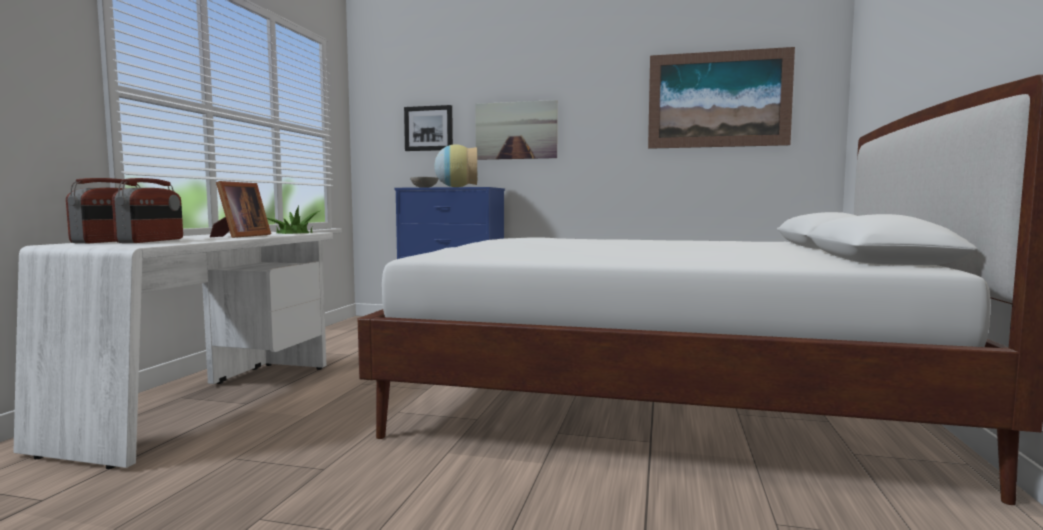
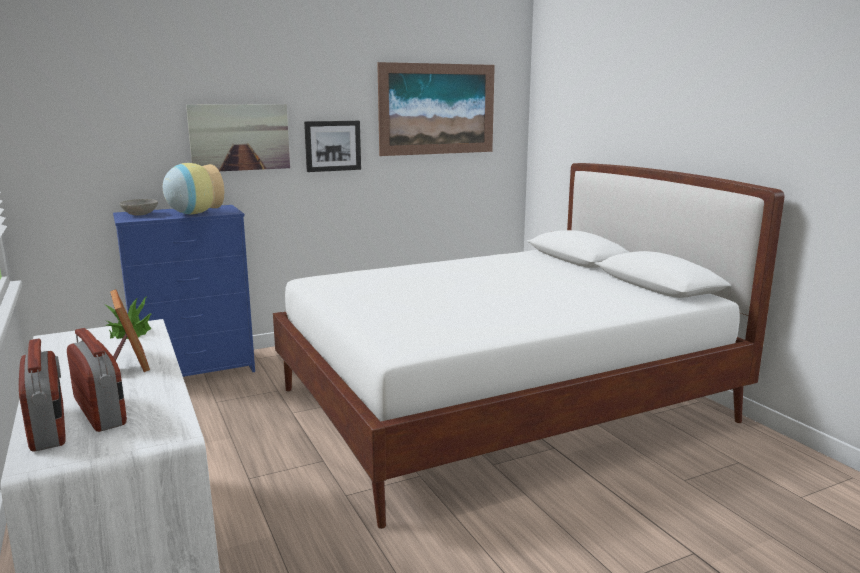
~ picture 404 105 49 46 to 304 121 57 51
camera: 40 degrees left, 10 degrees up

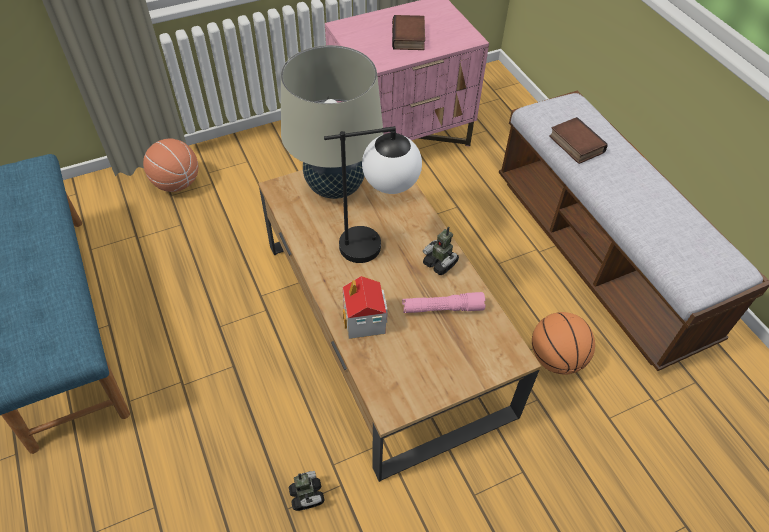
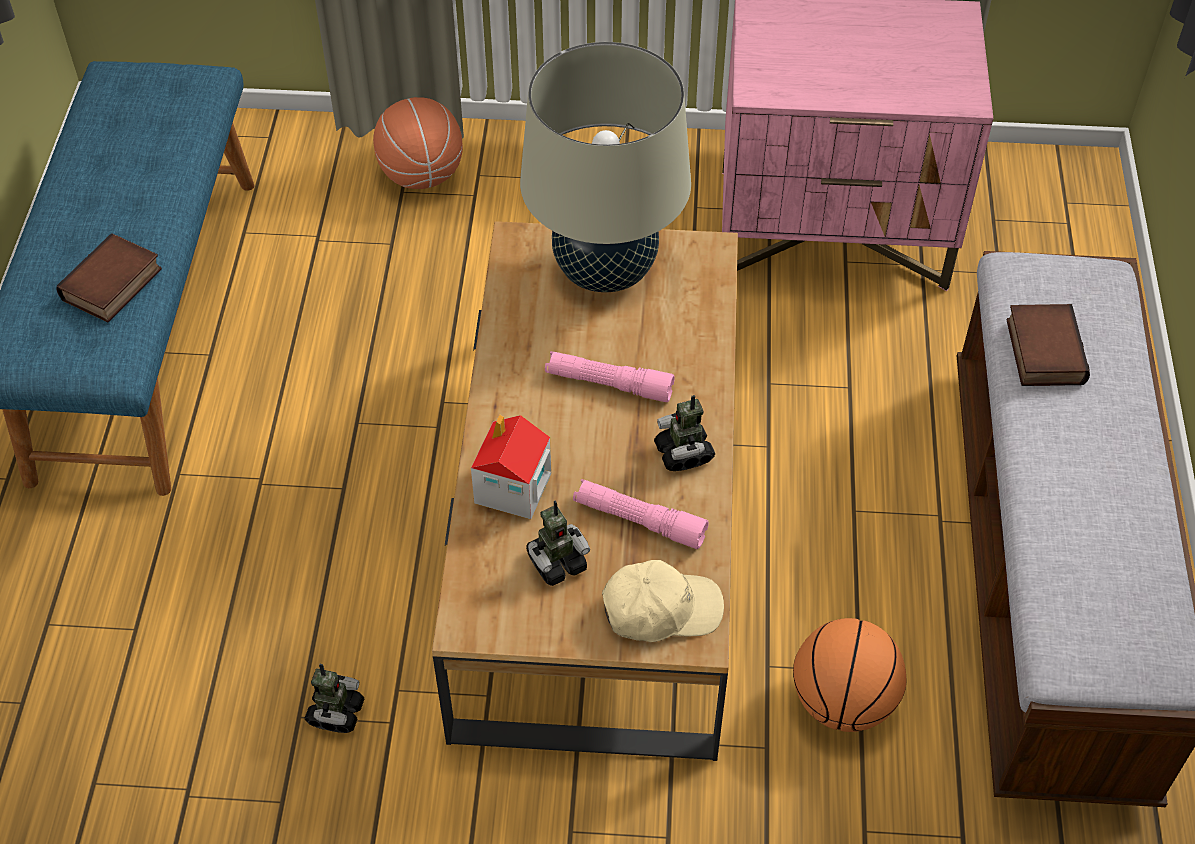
~ book 392 15 33 35 to 56 233 106 90
+ toy robot 526 500 64 86
~ table lamp 324 126 98 137 to pink flashlight 545 351 130 51
+ beige cap 602 560 122 82
camera: 30 degrees right, 0 degrees up

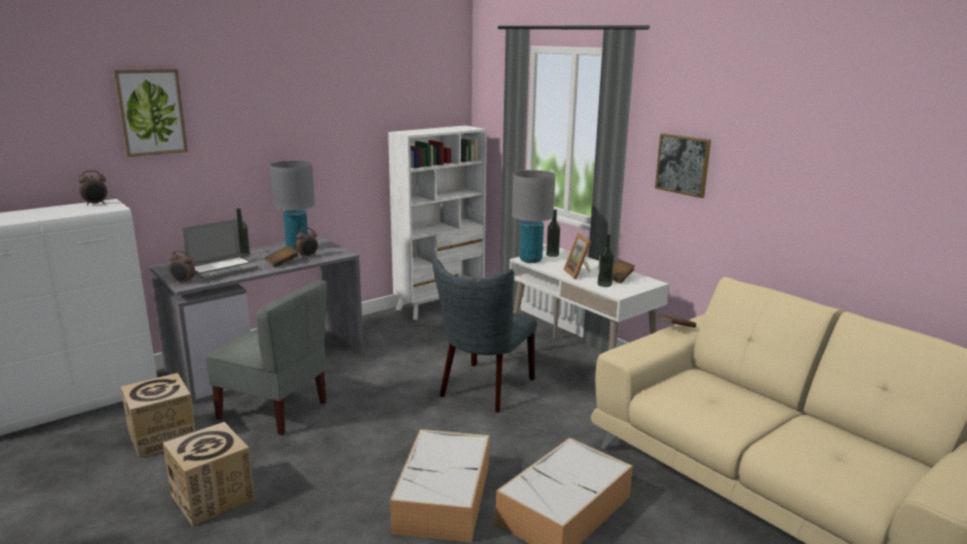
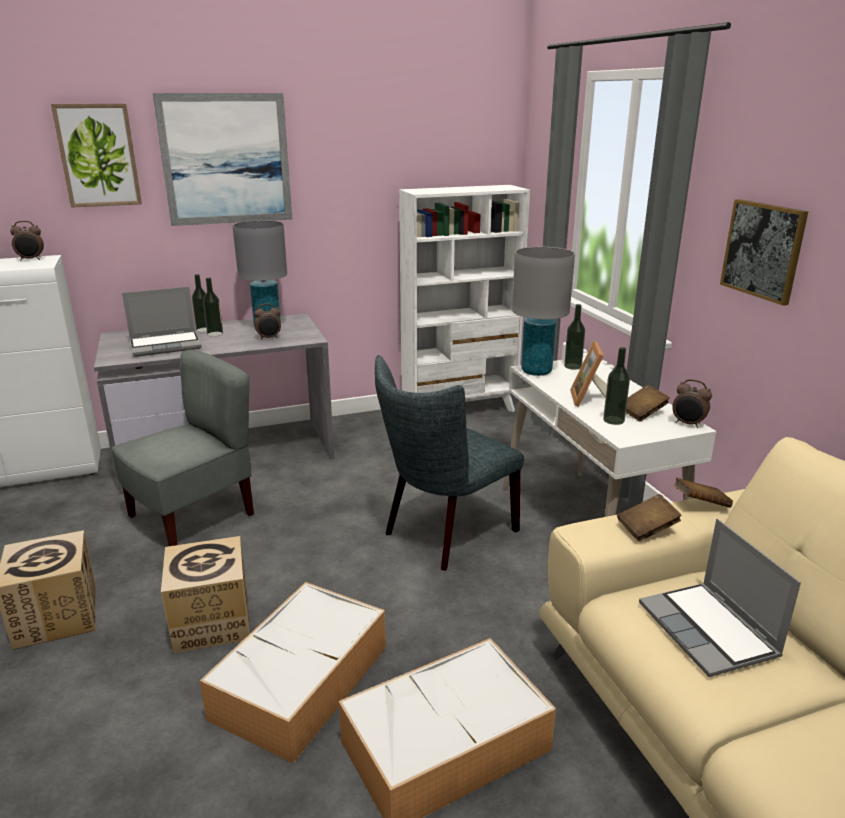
~ grey chair 206 280 121 155 = 112 350 142 196 90 degrees counterclockwise
+ picture 153 93 139 133
~ cardboard box 121 373 75 85 to 161 536 89 117
+ bottle 203 278 20 59
~ brown book 265 245 34 23 to 617 494 65 48
+ laptop 639 519 162 158
~ alarm clock 169 251 26 33 to 672 379 40 49
camera: 20 degrees right, 5 degrees up

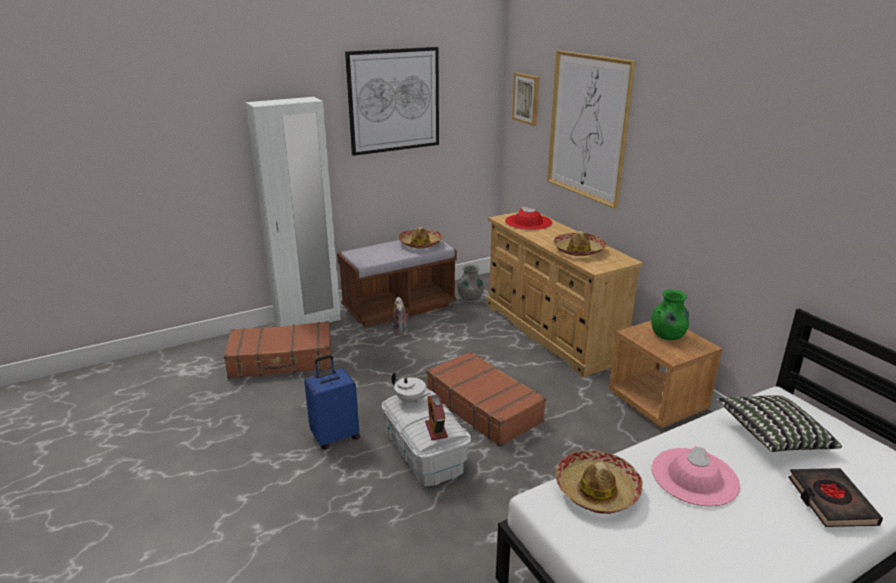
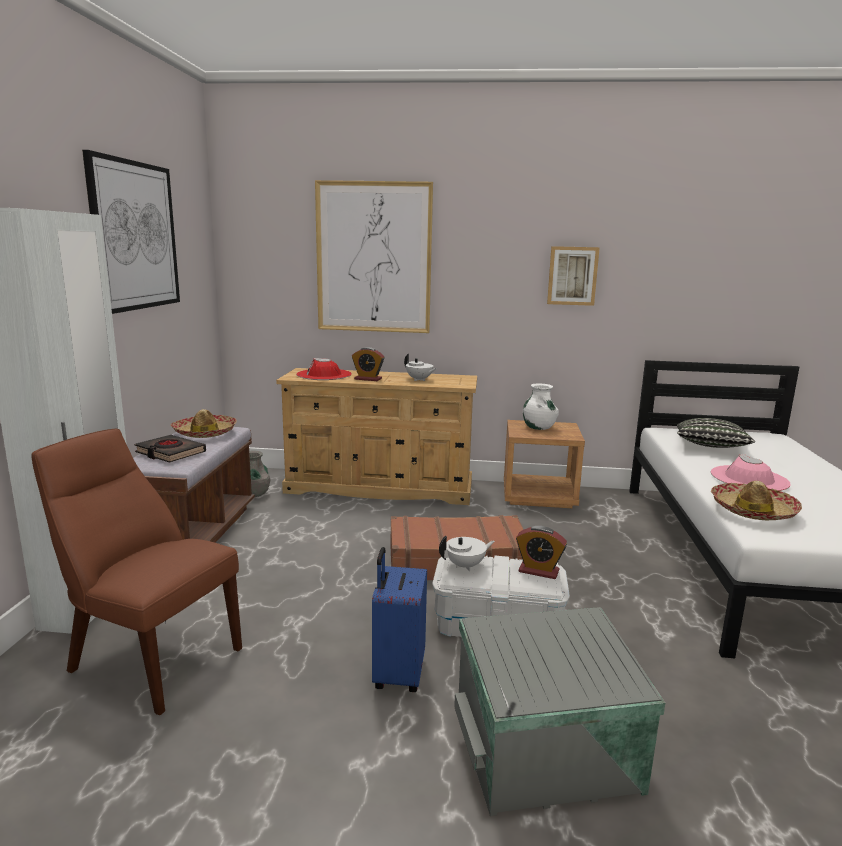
~ brown suitcase 224 321 108 58 to brown chair 31 429 211 286
~ black book 788 468 95 59 to 134 435 72 27
+ alarm clock 352 347 32 34
~ hat 554 231 53 25 to white teapot 404 354 33 27
+ grey storage box 454 607 211 209
~ green vase 651 290 38 50 to white vase 523 383 36 47
~ picture 512 73 27 53 to 547 246 53 60
- plush toy 392 297 17 38
camera: 55 degrees left, 10 degrees down

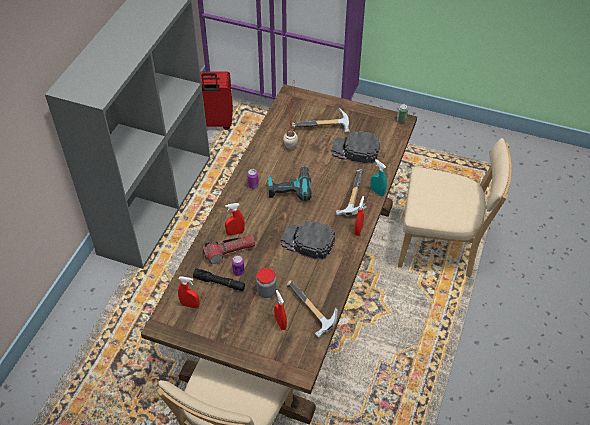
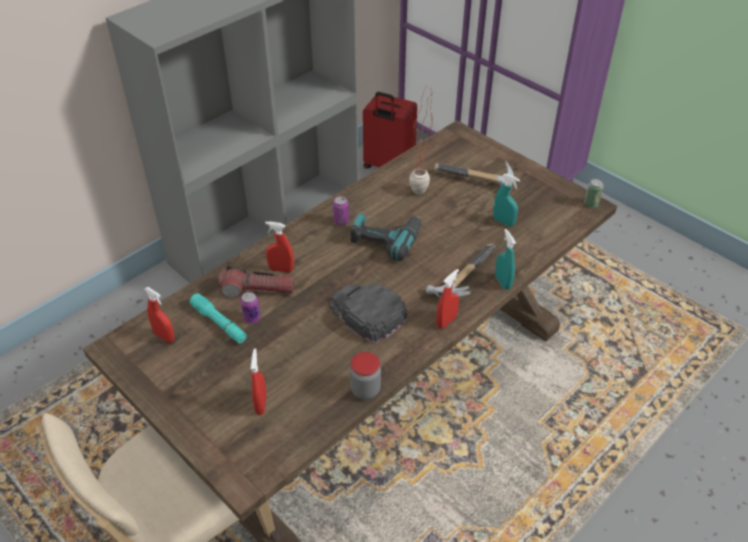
~ black flashlight 193 269 52 22 to turquoise flashlight 190 293 57 50
~ jar 256 268 20 30 to 350 352 31 48
~ black cap 331 131 49 33 to turquoise spray bottle 493 174 27 52
- hammer 287 280 51 58
- beige chair 398 138 114 140
camera: 25 degrees right, 5 degrees down

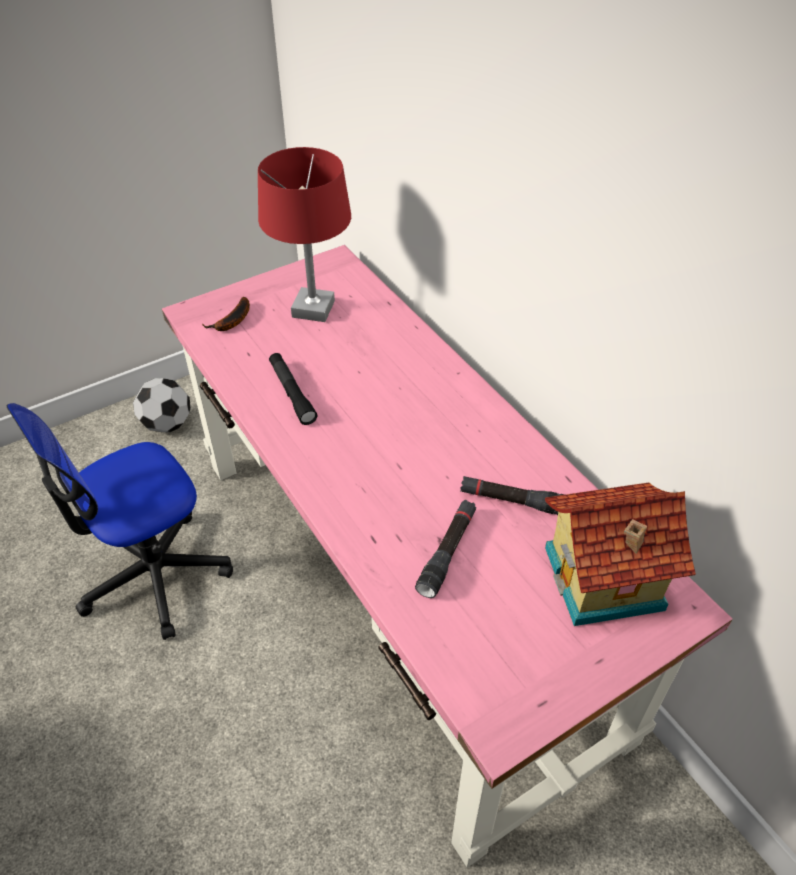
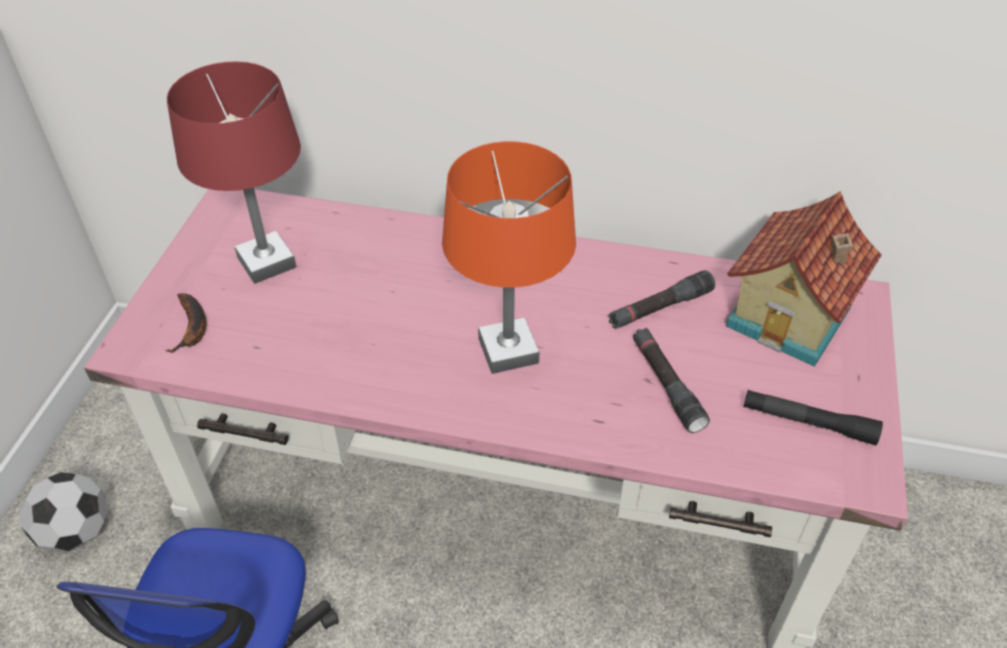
+ orange table lamp 442 141 134 233
~ black flashlight 269 353 48 72 to 744 390 139 55
camera: 45 degrees left, 0 degrees up

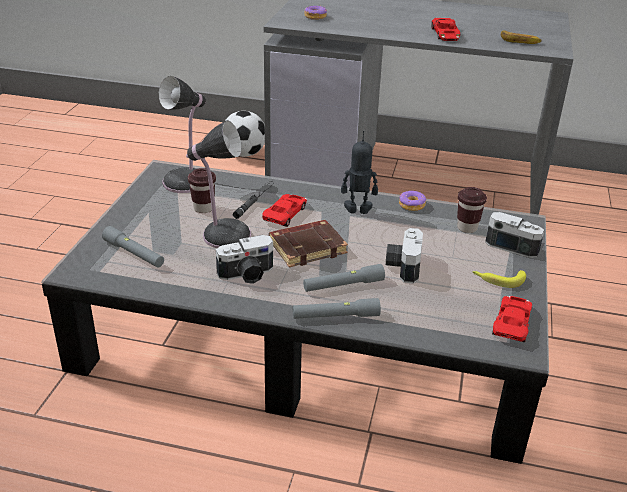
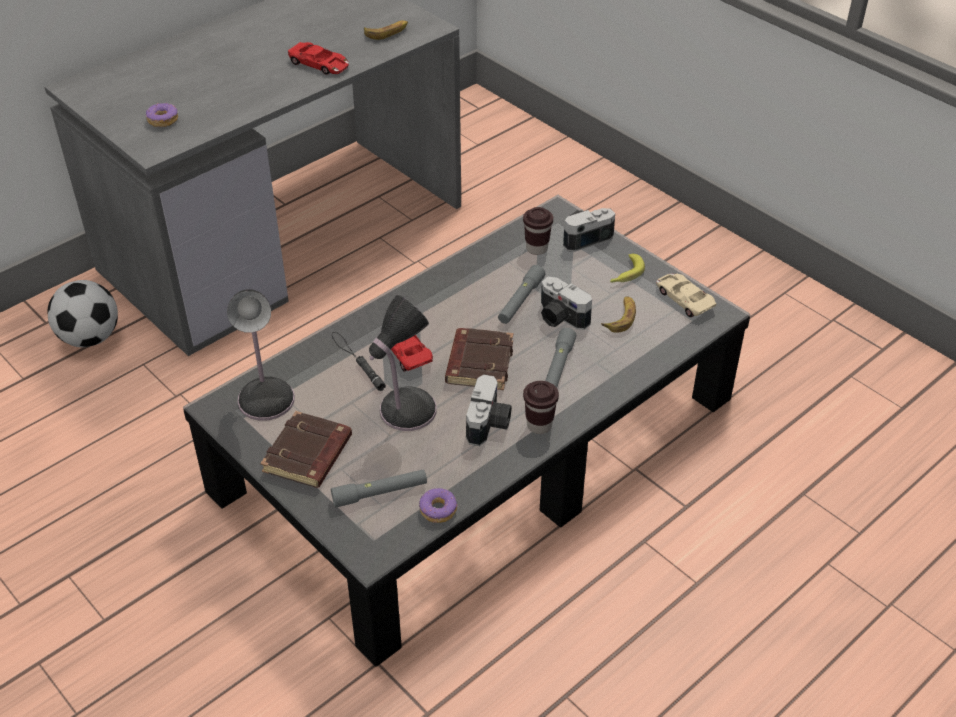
+ brown book 260 411 92 77
~ donut 399 191 27 20 to 419 488 38 35
~ grey flashlight 293 298 88 21 to 498 265 47 59
~ brown cup 188 168 28 45 to 523 381 36 53
+ banana 601 296 35 37
~ red toy car 492 296 40 46 to beige toy car 656 274 61 43
- toy robot 341 131 37 83
camera: 55 degrees left, 10 degrees up

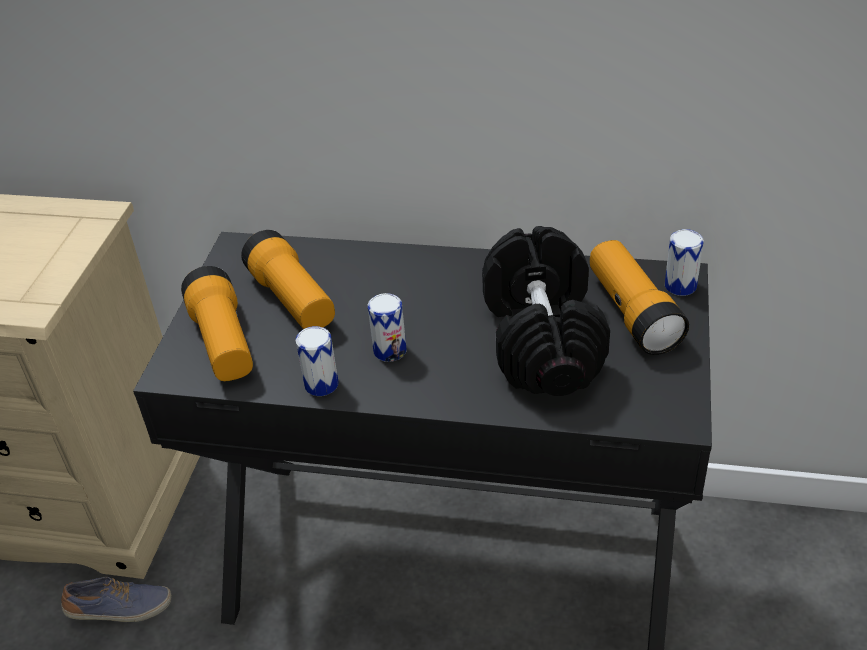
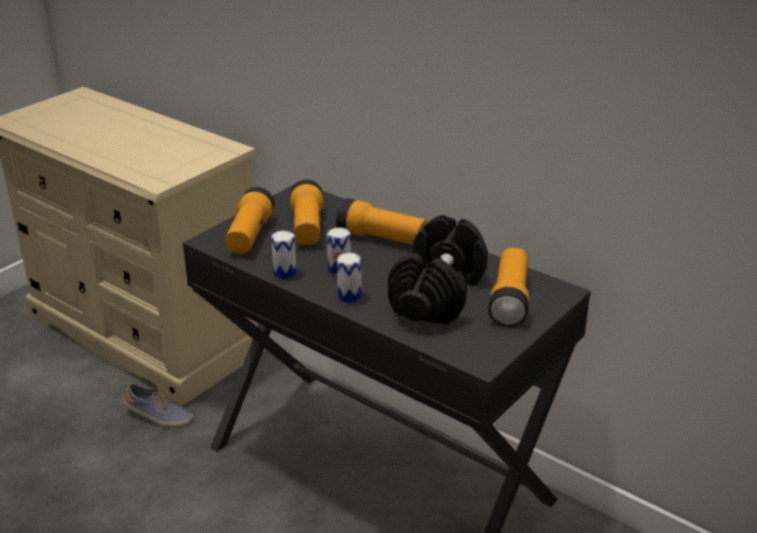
+ flashlight 336 198 91 47
~ can 665 229 39 67 to 337 252 25 51
camera: 25 degrees right, 10 degrees down

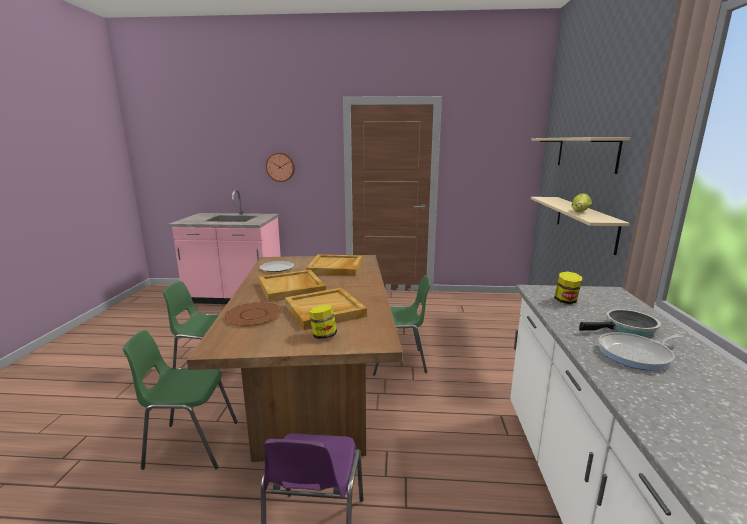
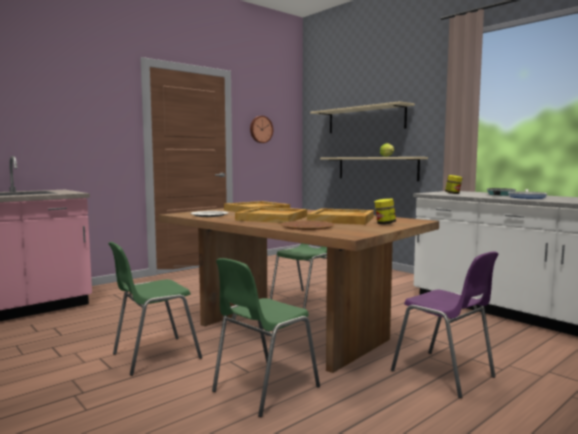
~ wall clock 266 153 29 29 to 250 116 23 27
camera: 45 degrees left, 10 degrees down

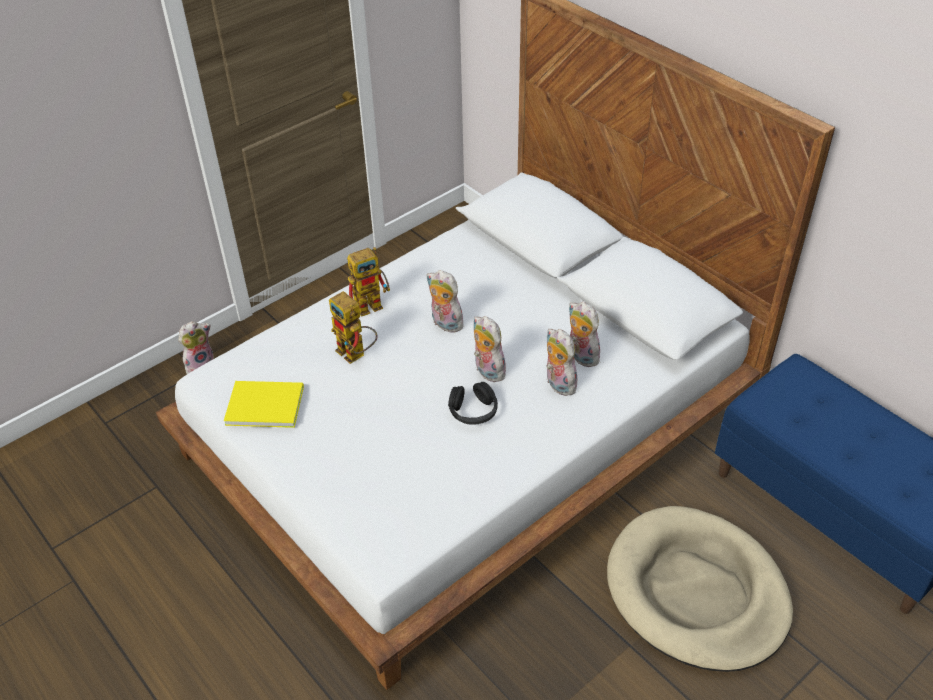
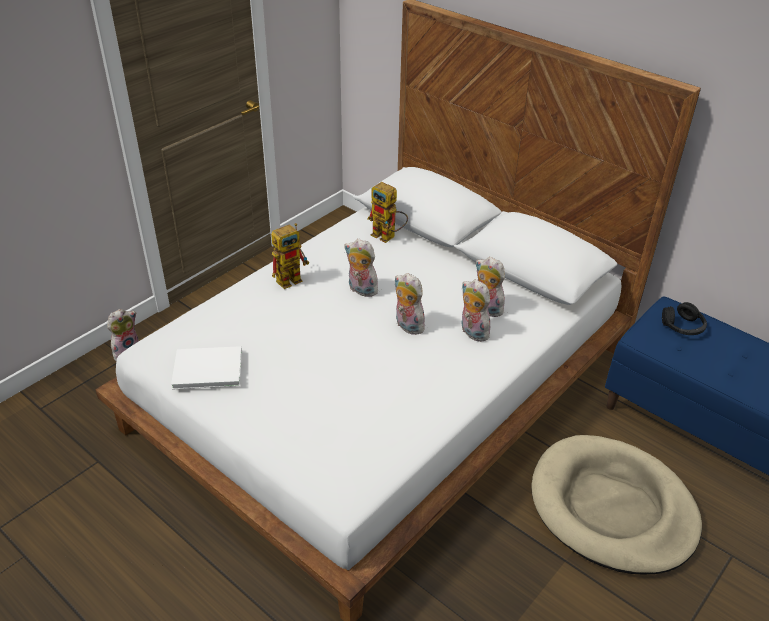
~ yellow book 224 381 80 47 to white book 171 346 71 44
~ toy robot 329 291 48 73 to 368 182 40 61
~ black headphones 448 382 50 43 to 662 302 45 33
camera: 10 degrees left, 5 degrees down

